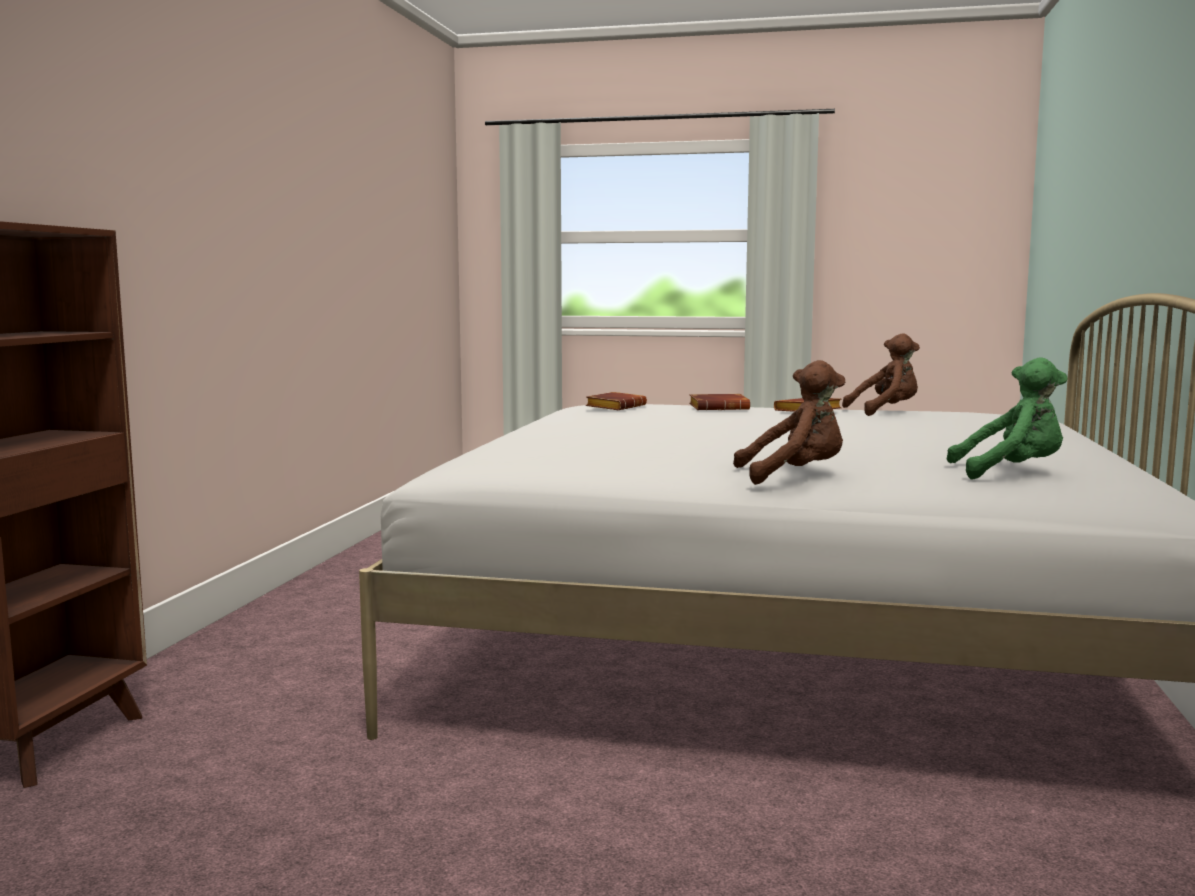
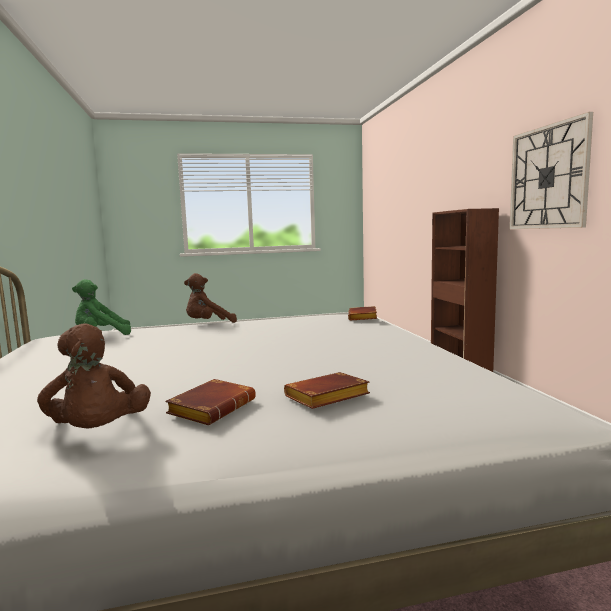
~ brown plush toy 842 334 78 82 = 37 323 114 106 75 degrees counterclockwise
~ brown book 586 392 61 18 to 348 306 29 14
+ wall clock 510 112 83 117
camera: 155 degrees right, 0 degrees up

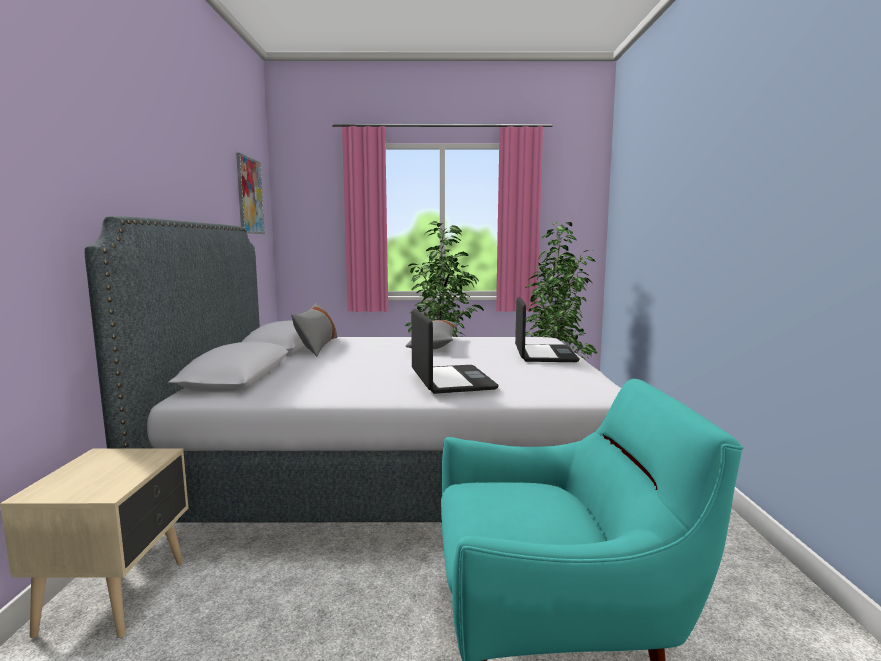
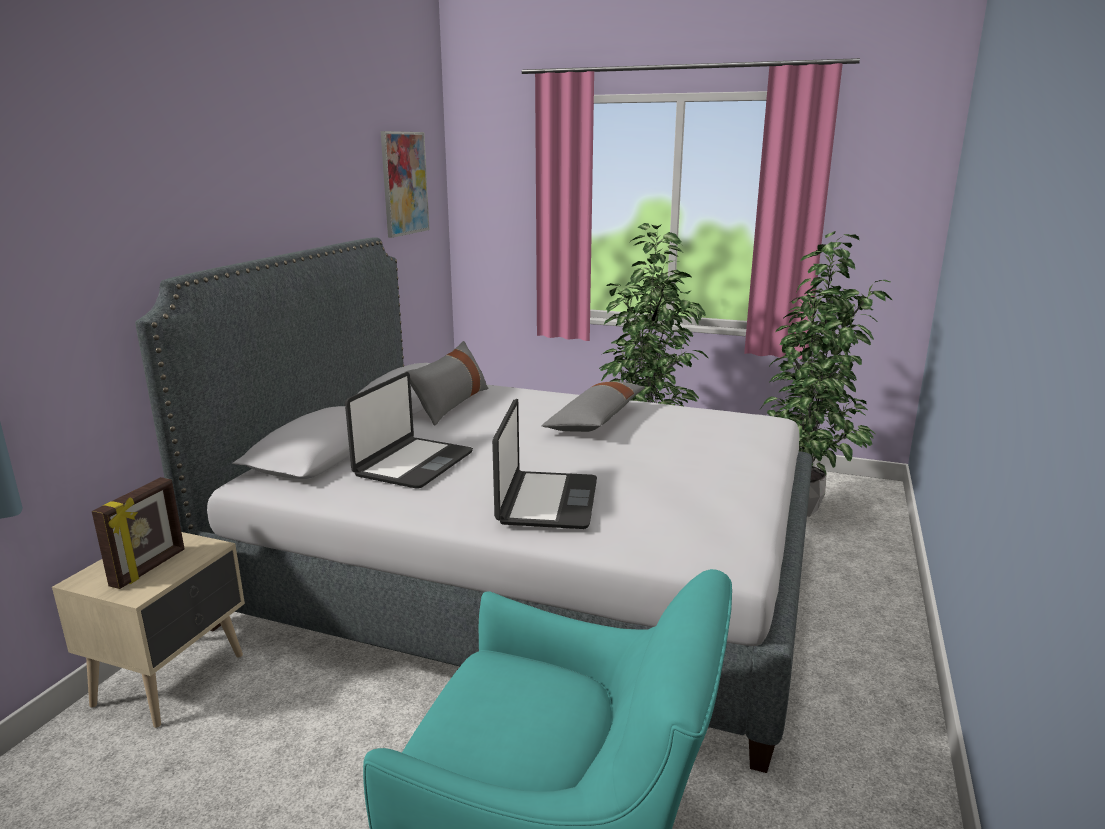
+ picture frame 92 477 92 112
~ laptop 515 297 64 65 to 345 372 128 117
camera: 20 degrees right, 10 degrees up

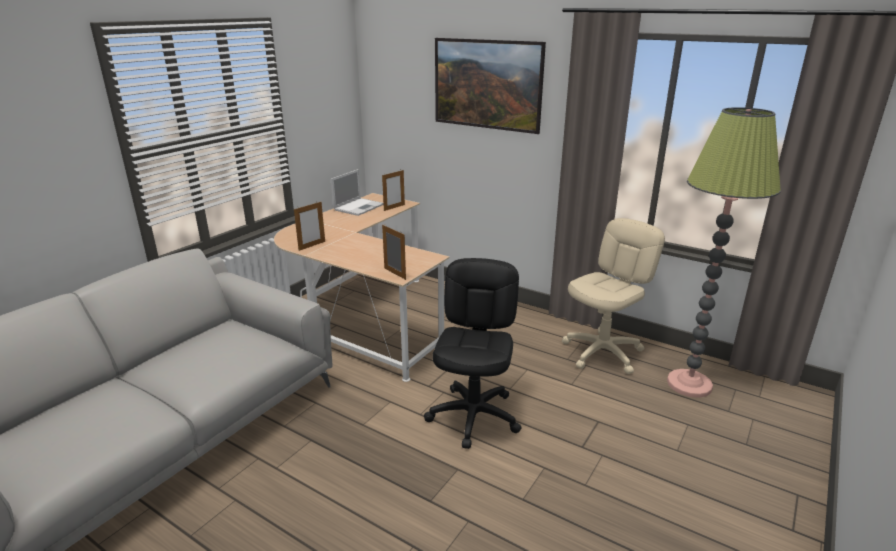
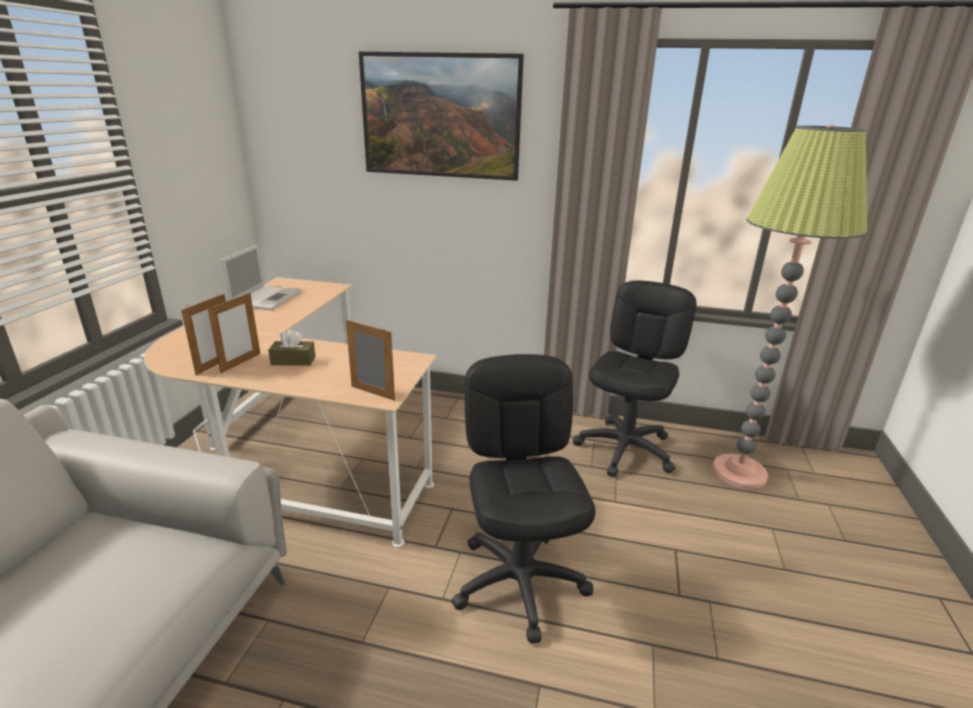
~ picture frame 382 170 23 41 to 208 293 52 80
+ brown tissue box 268 329 48 37
~ beige office chair 562 218 103 156 to black office chair 573 281 123 196
camera: 20 degrees left, 0 degrees up

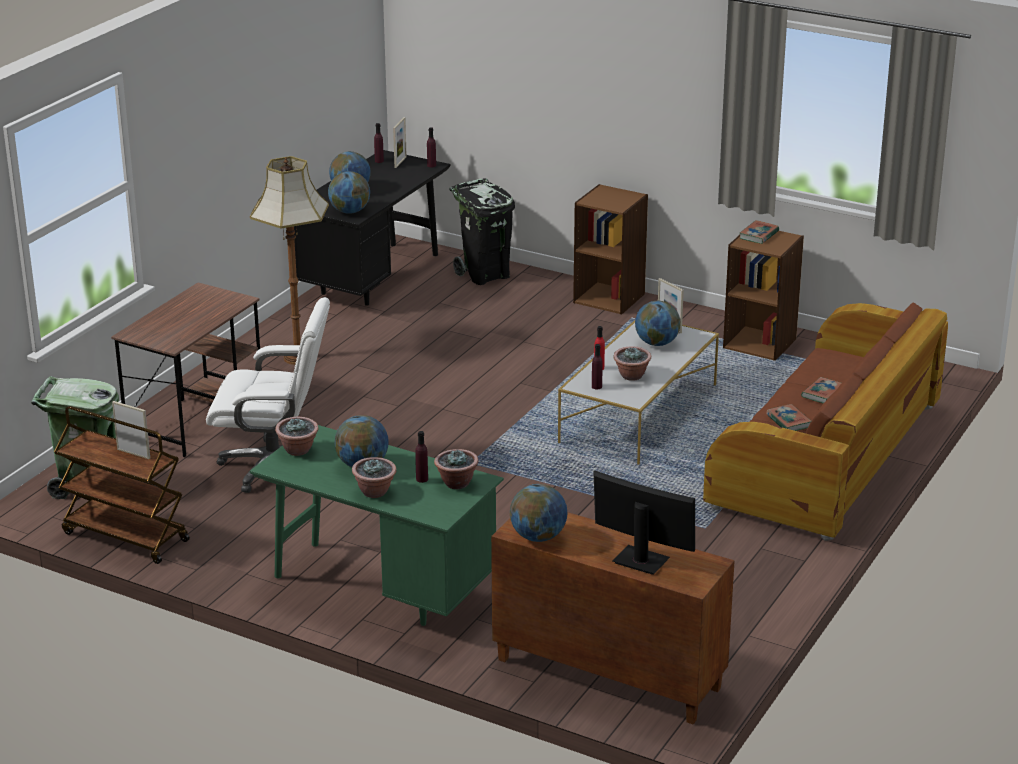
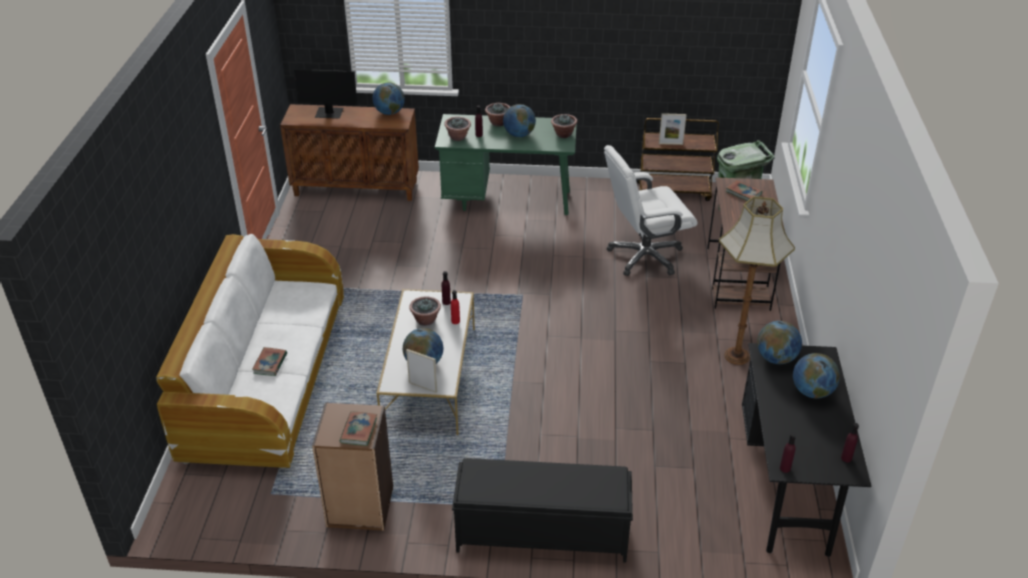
~ brown sofa 703 302 245 239 to white sofa 156 234 188 235
~ brown bookcase 573 184 75 131 to black bench 452 458 181 104
~ book 766 404 45 27 to 726 180 36 21
- picture frame 393 117 14 51
- black trash can 449 179 66 106
camera: 155 degrees right, 10 degrees up

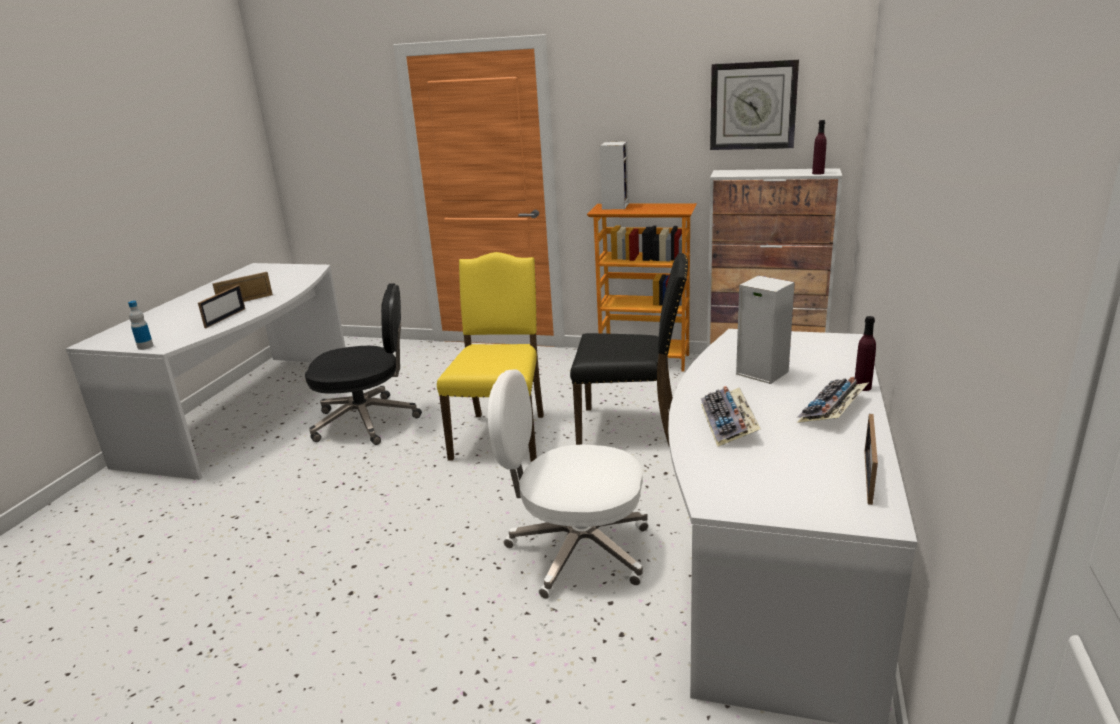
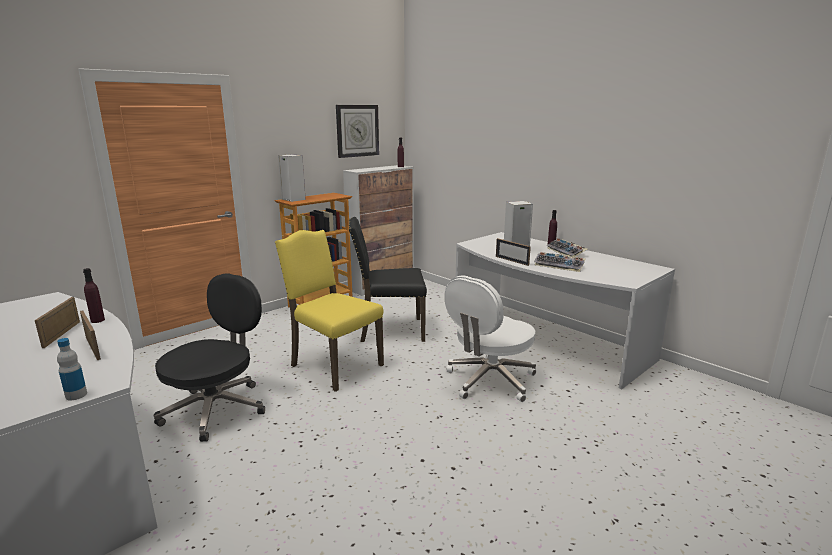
+ purple bottle 83 268 22 55
~ black chair 570 253 118 193 = 349 217 78 125 135 degrees counterclockwise
~ picture frame 864 414 14 91 to 496 238 35 28
camera: 60 degrees left, 5 degrees down

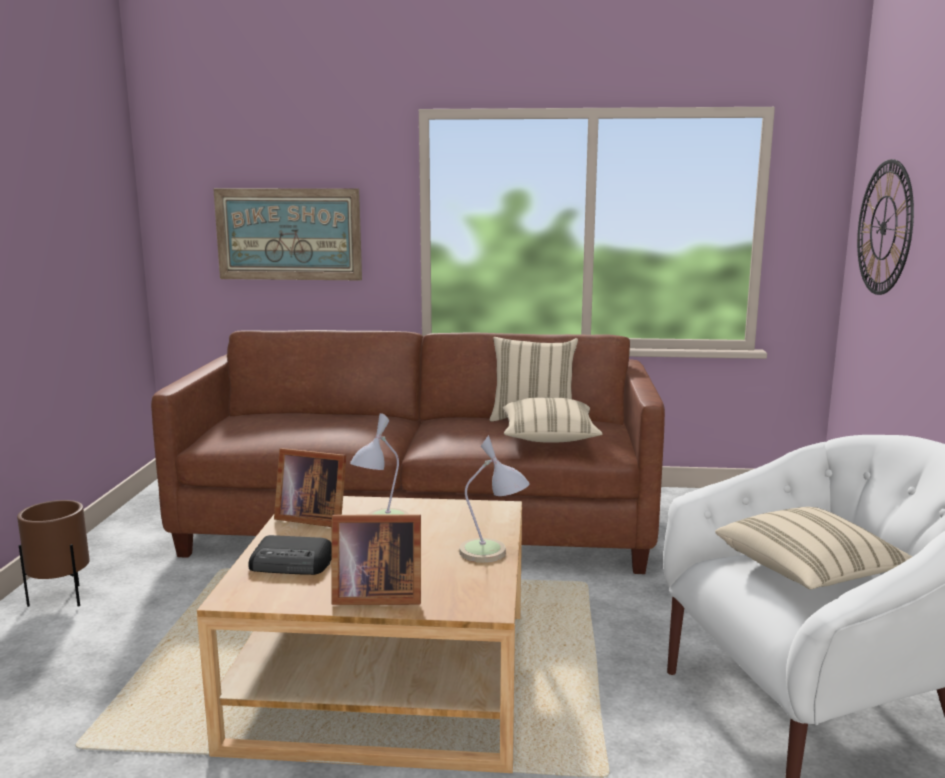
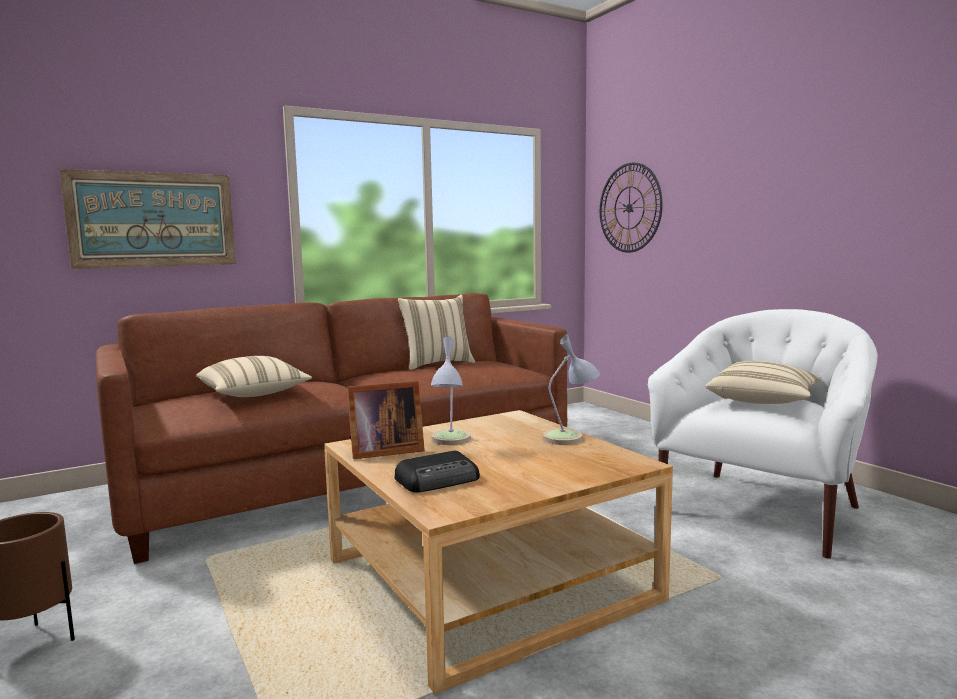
~ beige pillow 502 397 101 46 to 196 356 116 41
- picture frame 332 514 89 91
camera: 35 degrees left, 5 degrees down

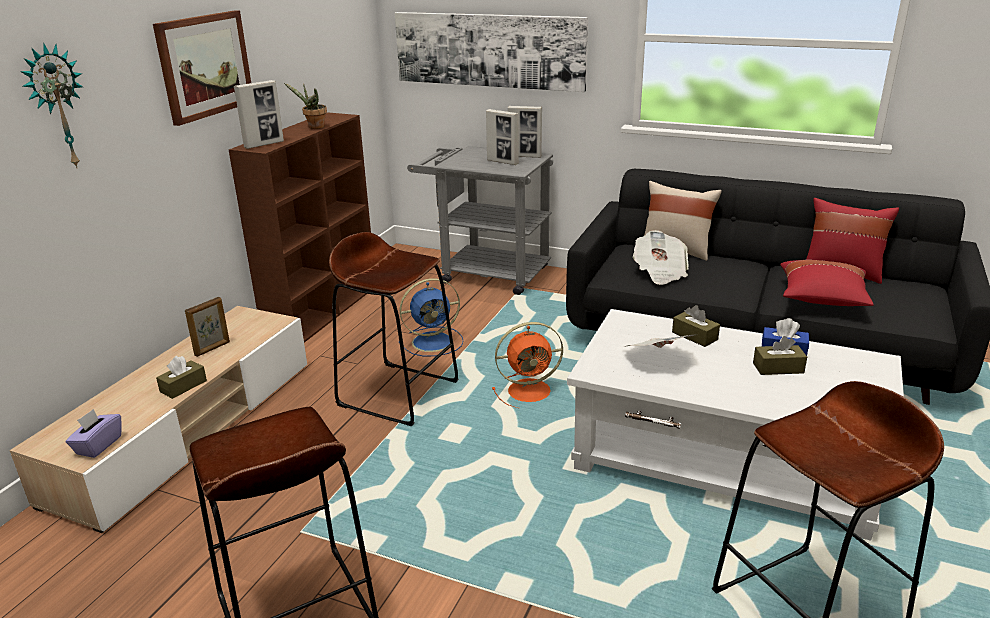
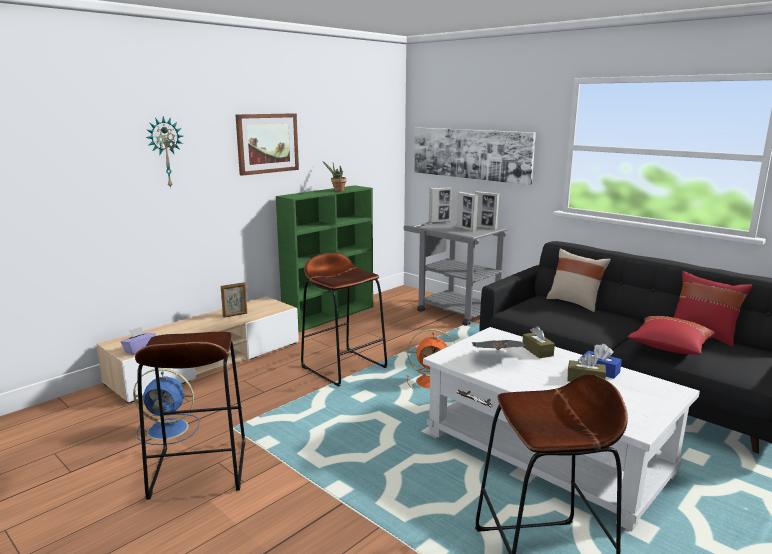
~ blue fan 399 278 64 79 to 133 368 66 77
~ brown bookcase 229 112 142 231 to green bookcase 276 185 97 147
~ picture frame 234 80 50 69 to 429 187 23 36
- brown tissue box 156 356 51 43
- newspaper 633 230 56 55
camera: 20 degrees right, 10 degrees down

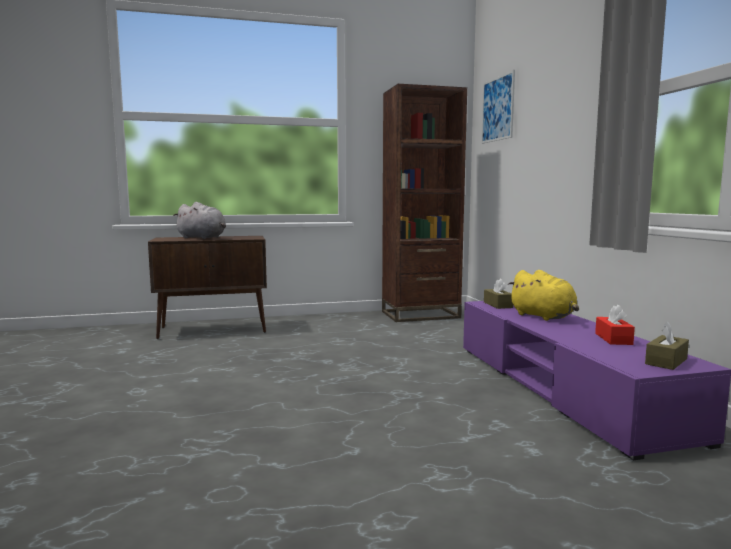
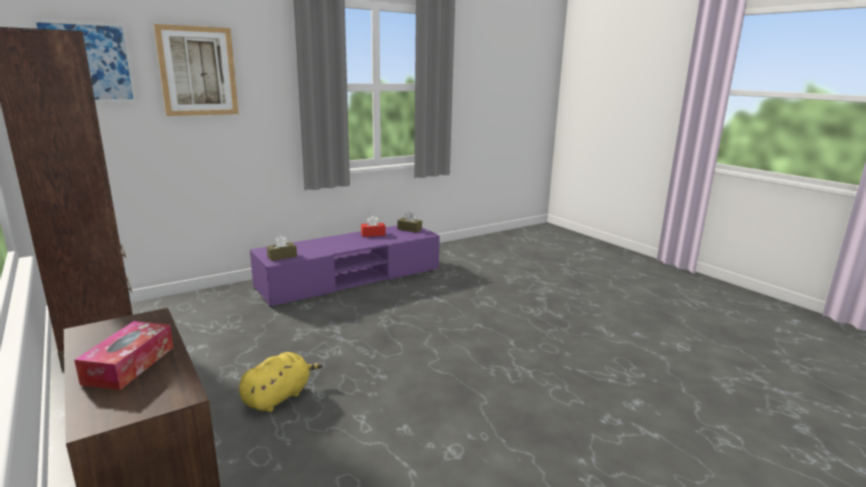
~ grey plush toy 173 202 53 37 to tissue box 74 321 99 69
+ picture 154 24 84 92
~ yellow plush toy 508 270 71 51 to 239 352 84 60
camera: 110 degrees left, 10 degrees up

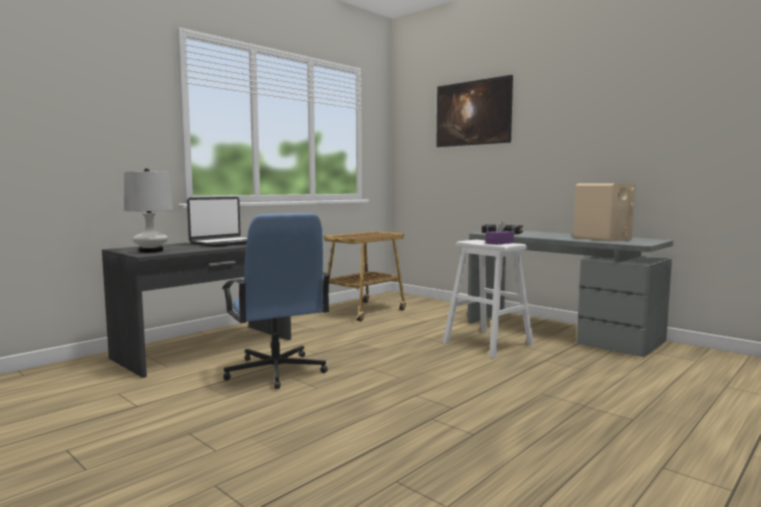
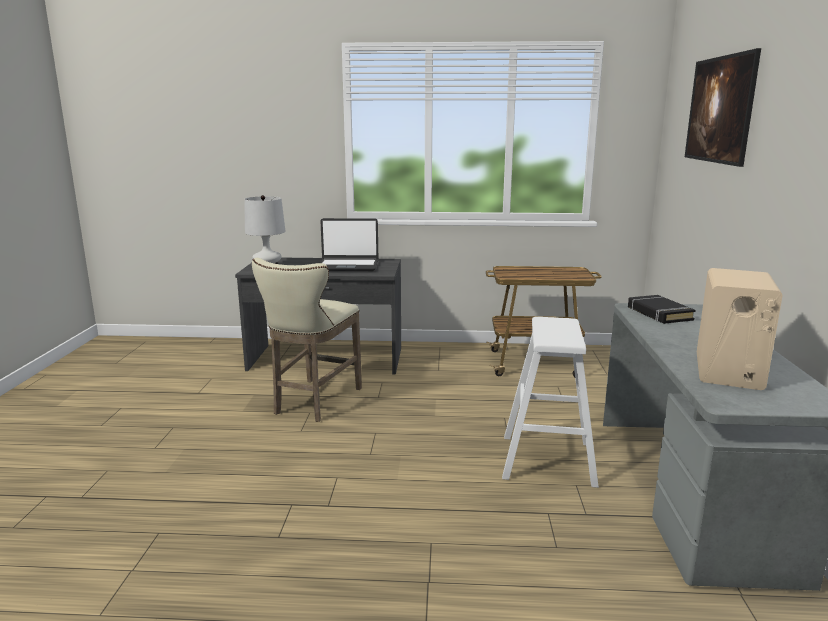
~ blue office chair 222 213 108 176 to beige stool 252 258 110 164
- purple tissue box 485 221 29 24
camera: 50 degrees right, 10 degrees up

